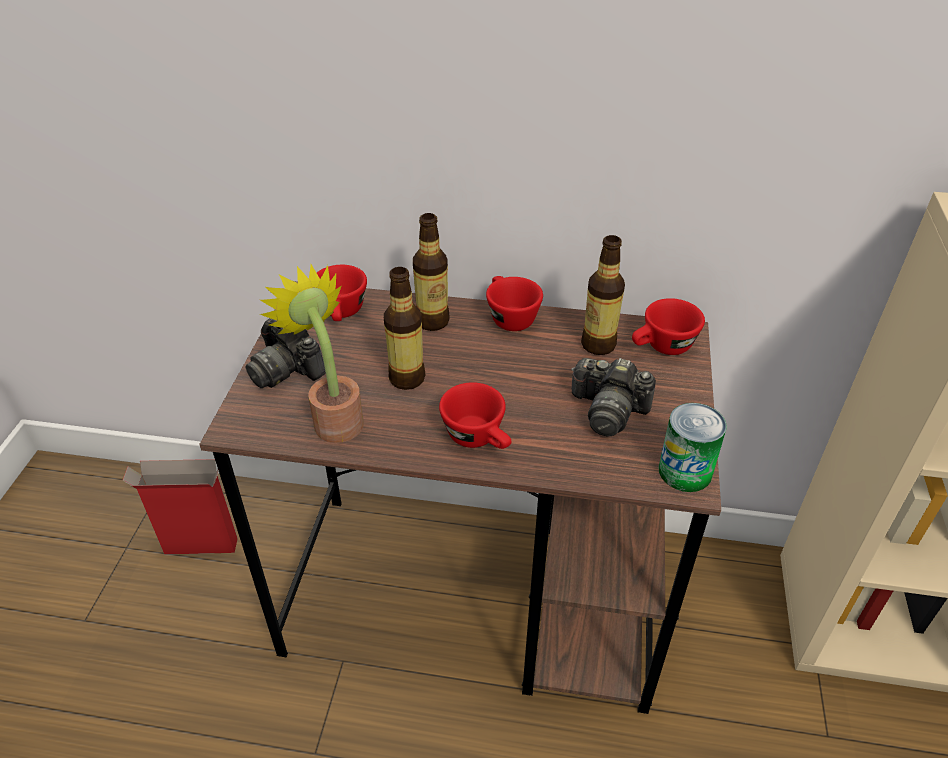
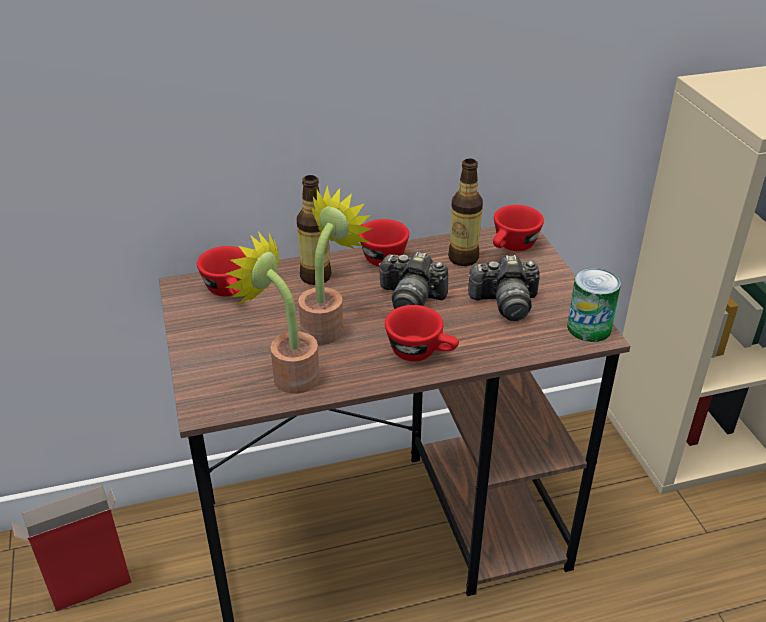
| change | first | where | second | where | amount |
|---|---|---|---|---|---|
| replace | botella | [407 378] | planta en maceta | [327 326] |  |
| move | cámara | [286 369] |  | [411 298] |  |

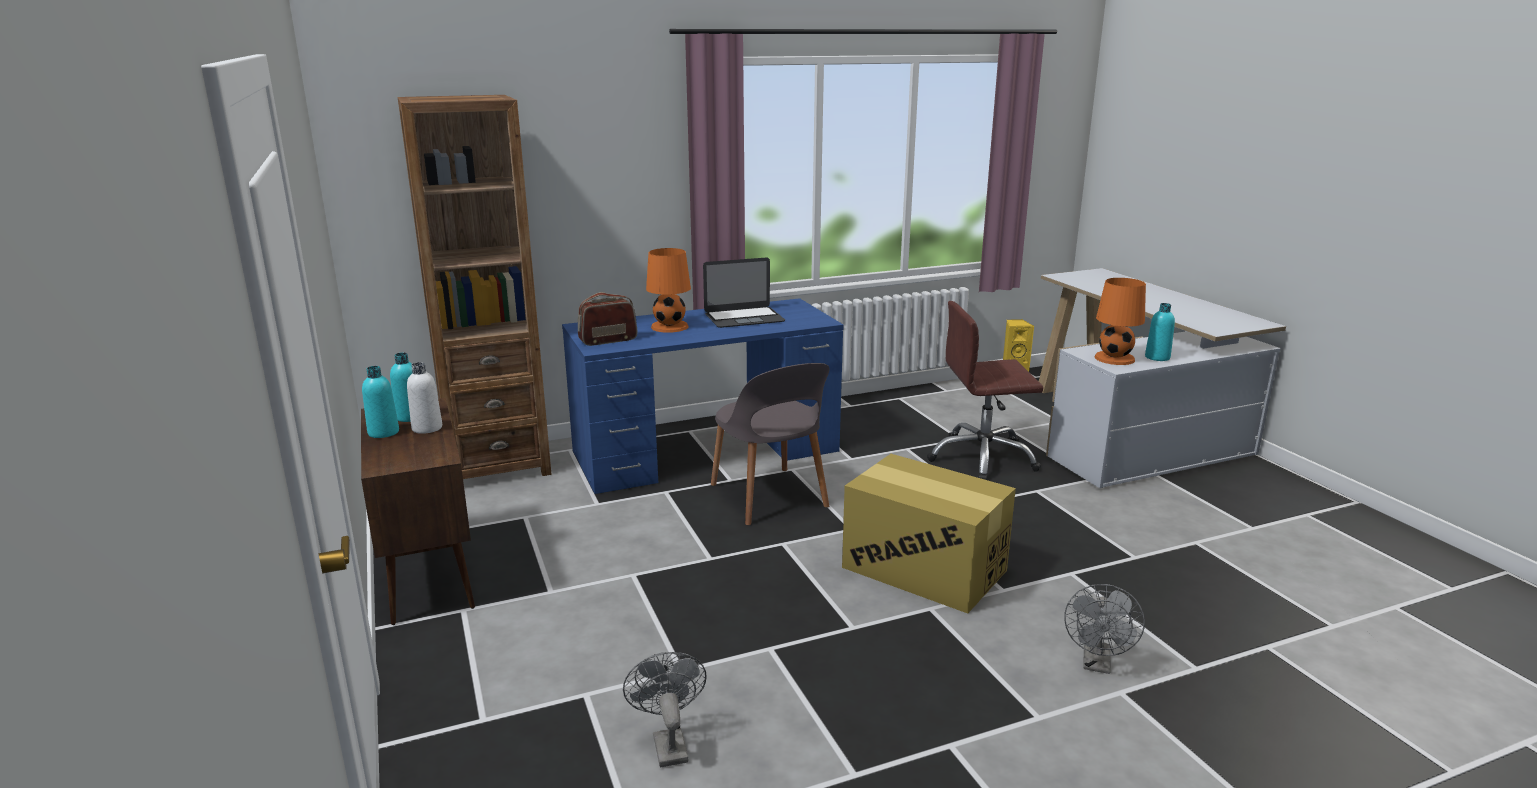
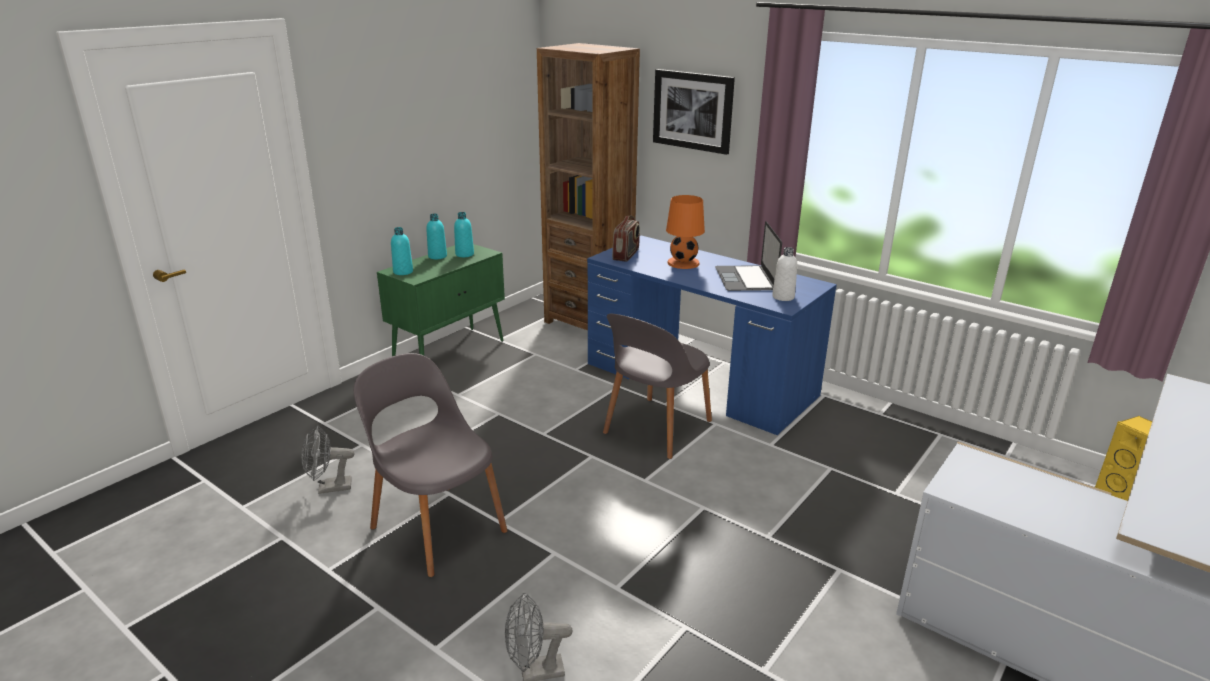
| change | first | where | second | where | amount |
|---|---|---|---|---|---|
| rotate | ventilador/gris | [668 743] |  | [329 488] | 150 degrees counterclockwise |
| insert |  |  | silla/gris | [437 527] |  |
| recolor | armario/marrón | [427 571] | armario/verde | [450 352] |  |
| move | botella/turquesa | [1157 357] |  | [403 272] |  |
| rotate | radio | [608 340] |  | [626 255] | 75 degrees clockwise |
| insert |  |  | cuadro | [693 111] |  |
| rotate | portátil | [744 317] |  | [745 278] | 45 degrees clockwise |
| move | botella/blanco | [427 428] |  | [783 297] |  |
| delete | caja de cartón | [923 568] |  |  |  |
| delete | silla de oficina/marrón | [982 458] |  |  |  |
| delete | lámpara de mesa/naranja | [1115 358] |  |  |  |

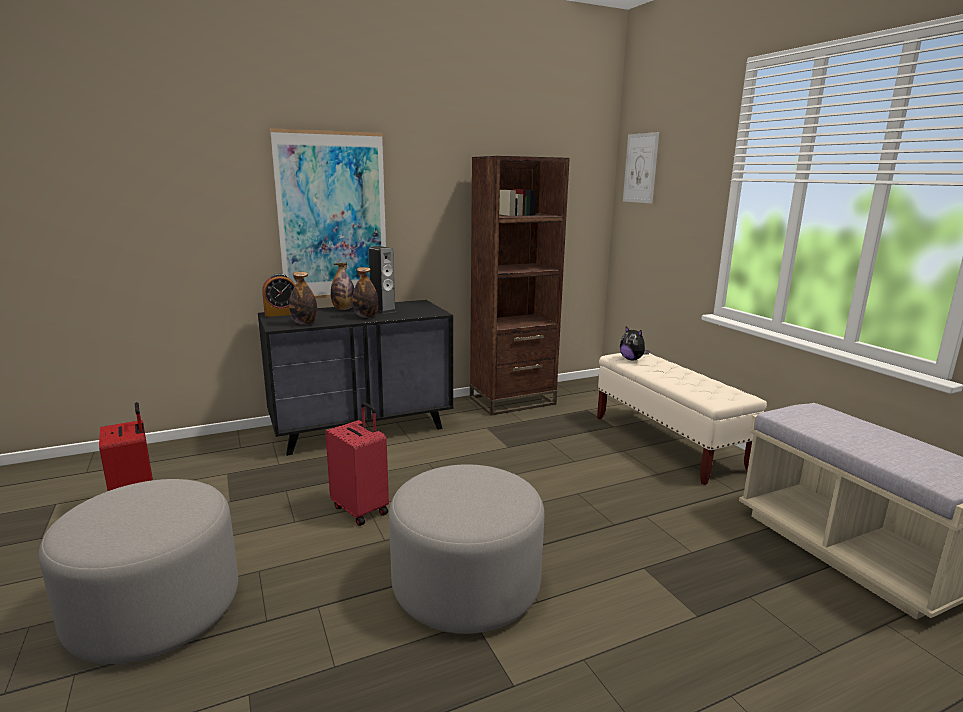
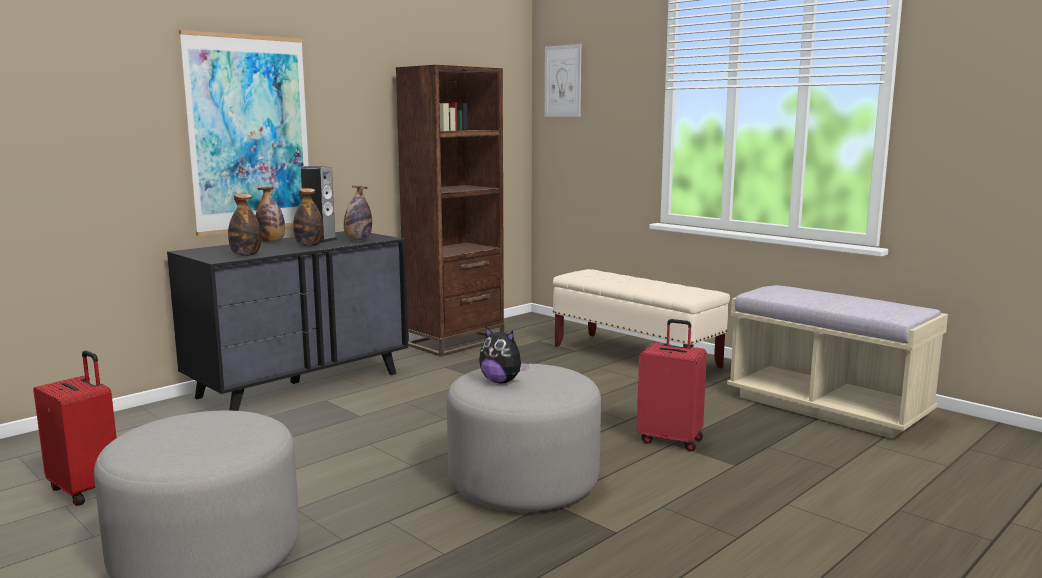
| change | first | where | second | where | amount |
|---|---|---|---|---|---|
| insert |  |  | botella | [358 240] |  |
| move | peluche | [632 359] |  | [501 381] |  |
| move | maleta/rojo | [361 509] |  | [671 440] |  |
| delete | despertador | [282 314] |  |  |  |

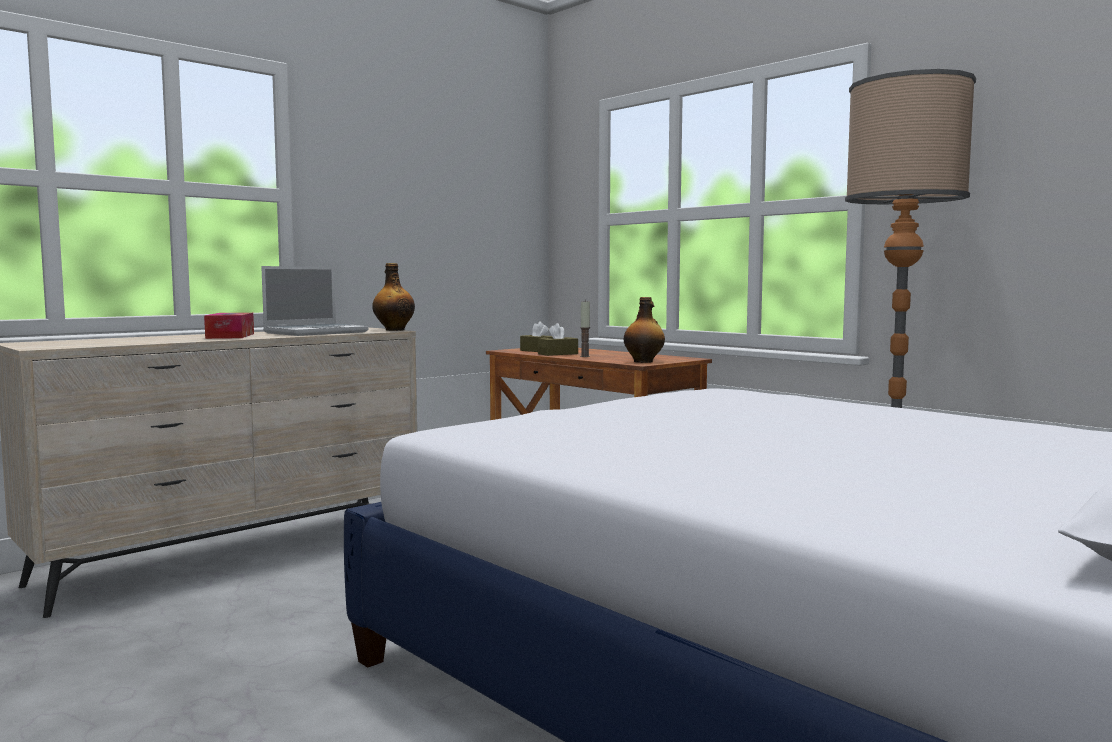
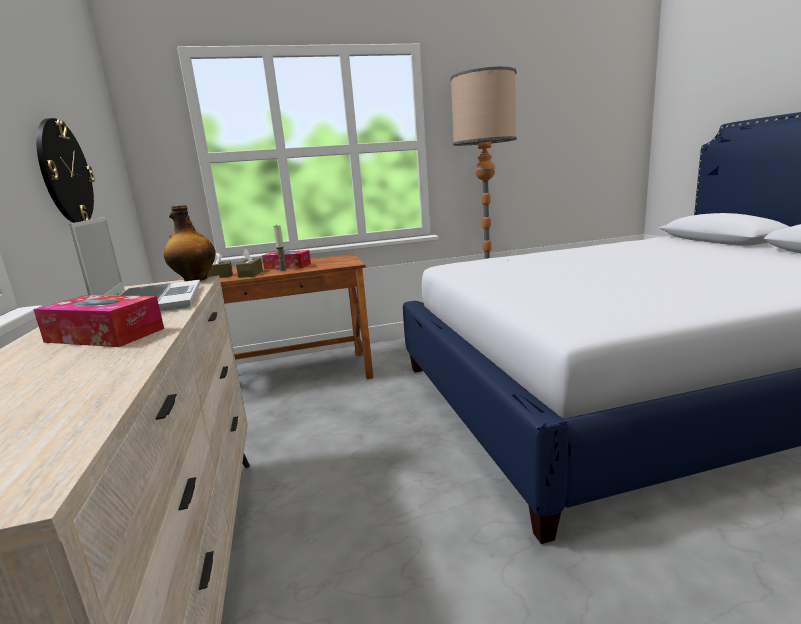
| change | first | where | second | where | amount |
|---|---|---|---|---|---|
| insert |  |  | reloj de pared | [65 172] |  |
| insert |  |  | caja de pañuelos | [287 266] |  |
| delete | botella | [644 361] |  |  |  |

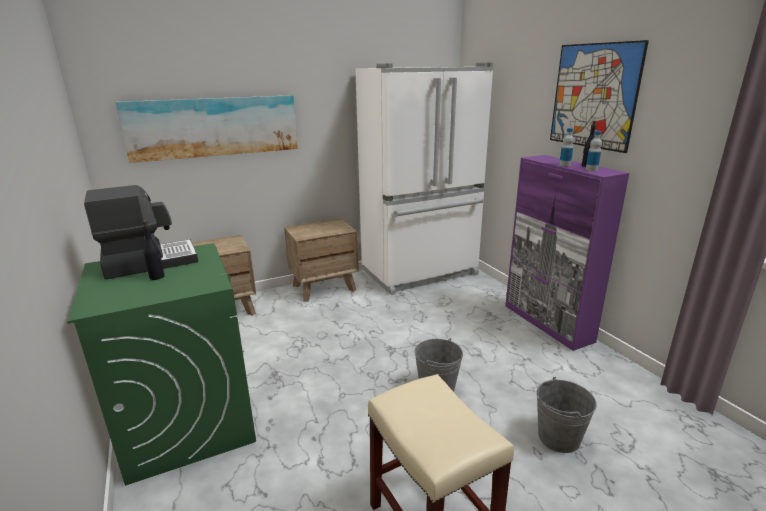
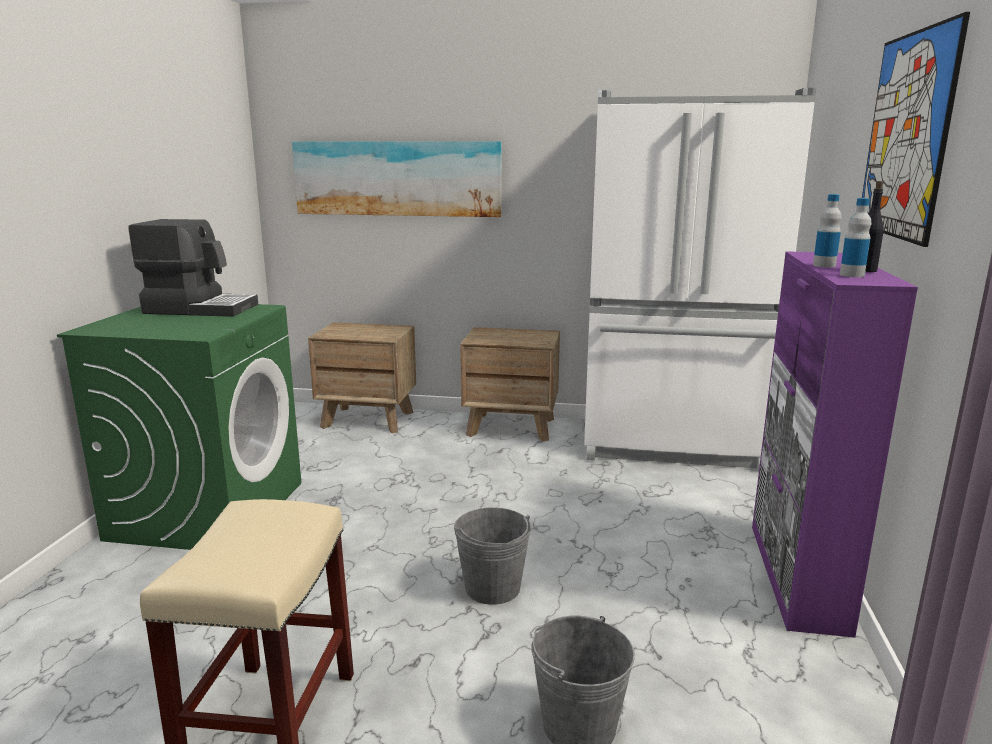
| change | first | where | second | where | amount |
|---|---|---|---|---|---|
| delete | botella/negro | [157 277] |  |  |  |

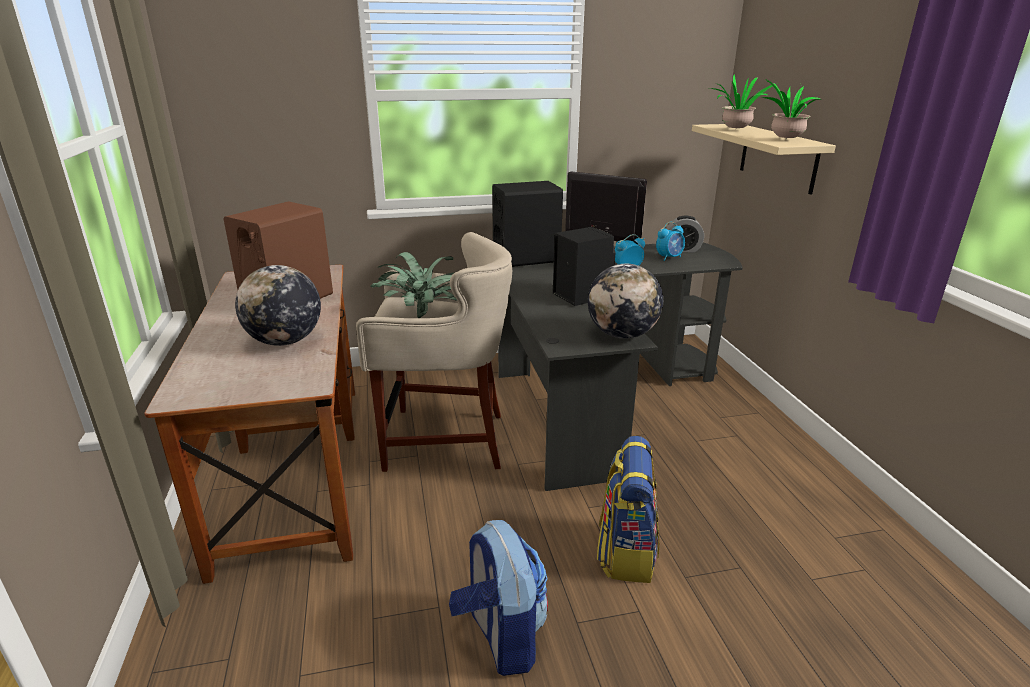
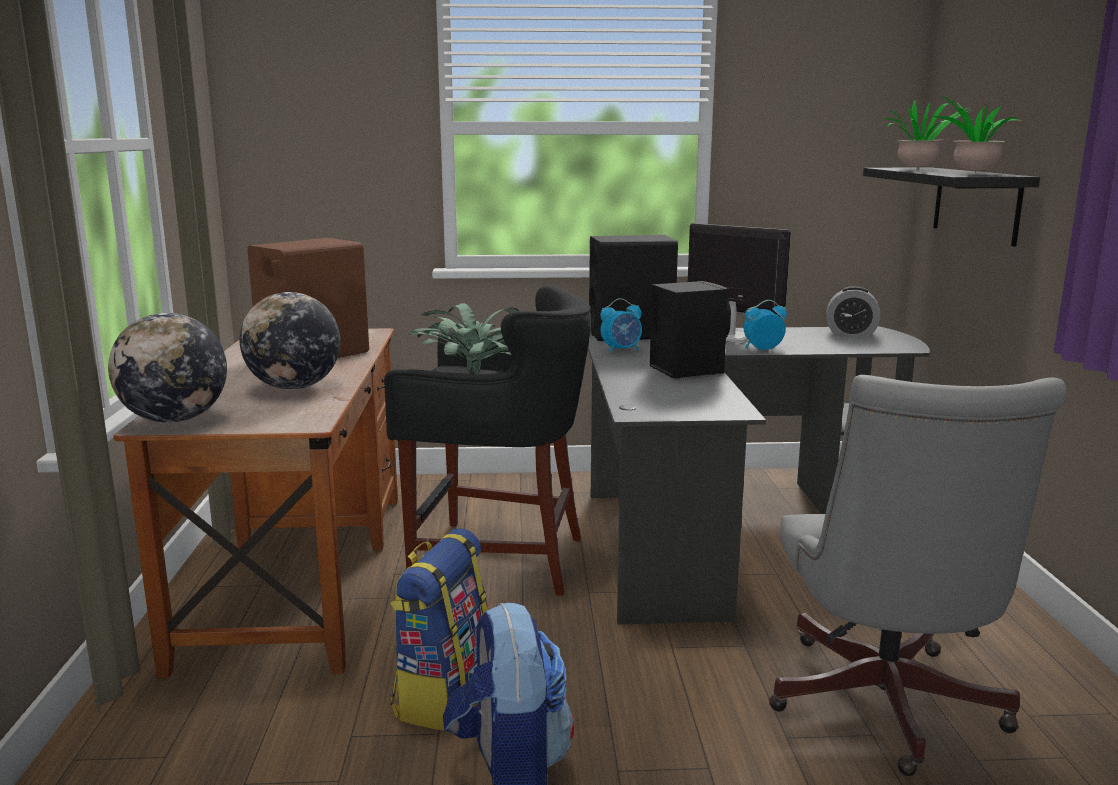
| change | first | where | second | where | amount |
|---|---|---|---|---|---|
| move | globo terráqueo | [622 335] |  | [175 420] |  |
| recolor | taburete/beis | [443 439] | taburete/negro | [497 558] |  |
| move | mochila | [625 551] |  | [443 694] |  |
| move | despertador | [669 258] |  | [621 350] |  |
| insert |  |  | silla de oficina/gris | [884 709] |  |
| recolor | estante/beis | [778 157] | estante/negro | [976 204] |  |

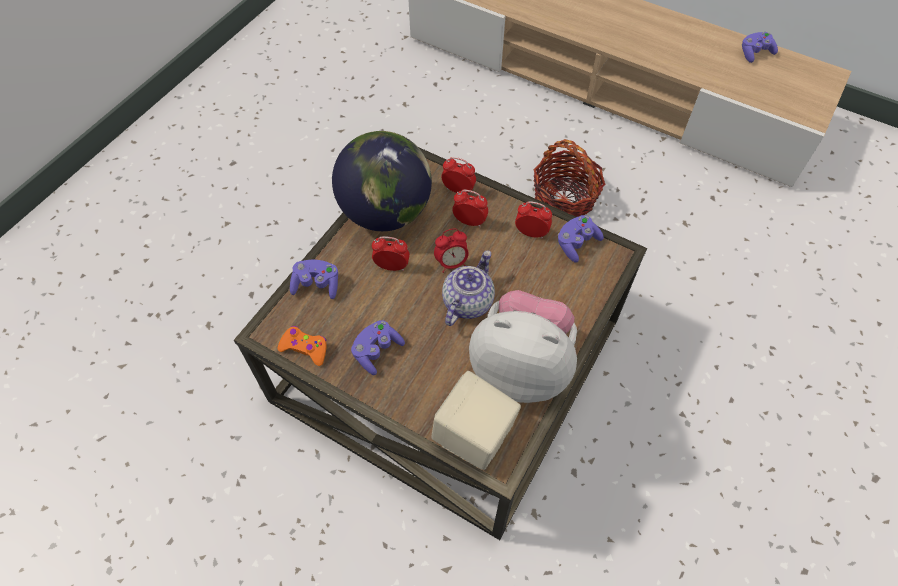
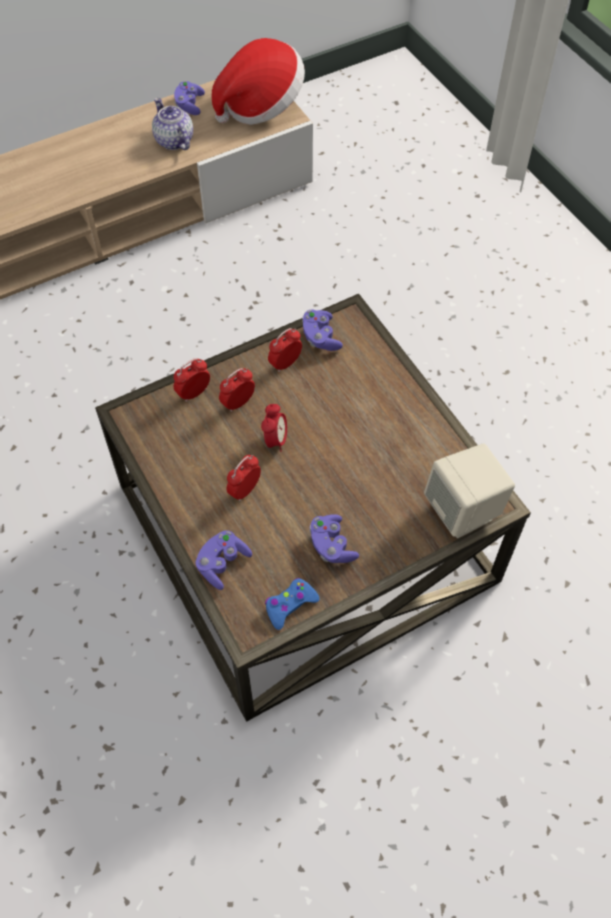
| change | first | where | second | where | amount |
|---|---|---|---|---|---|
| move | tetera | [467 302] |  | [173 141] |  |
| insert |  |  | sombrero | [260 105] |  |
| recolor | mando de consola/naranja | [305 348] | mando de consola/azul | [290 605] |  |
| delete | globo terráqueo | [386 212] |  |  |  |
| delete | peluche | [521 367] |  |  |  |
| delete | cesta | [564 198] |  |  |  |

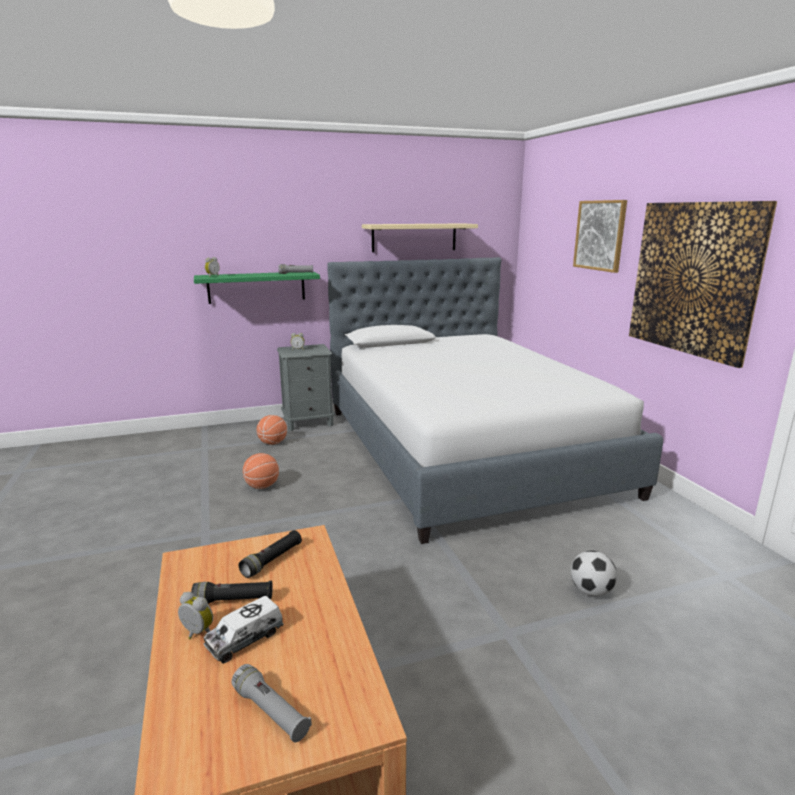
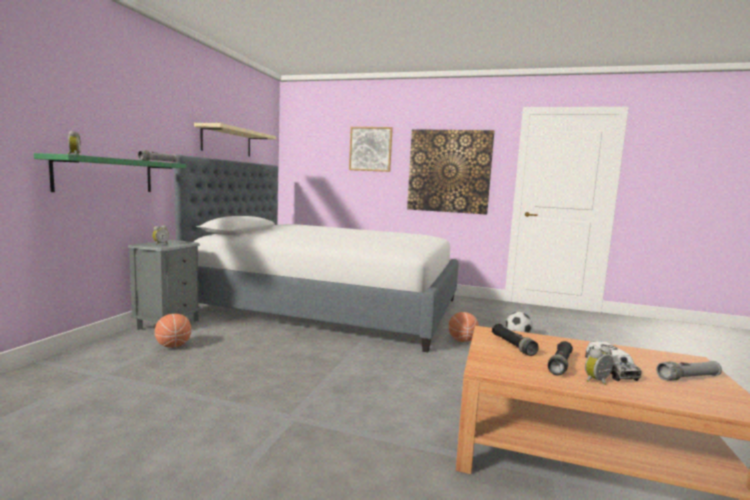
| change | first | where | second | where | amount |
|---|---|---|---|---|---|
| move | balón de baloncesto | [262 486] |  | [462 340] |  |

